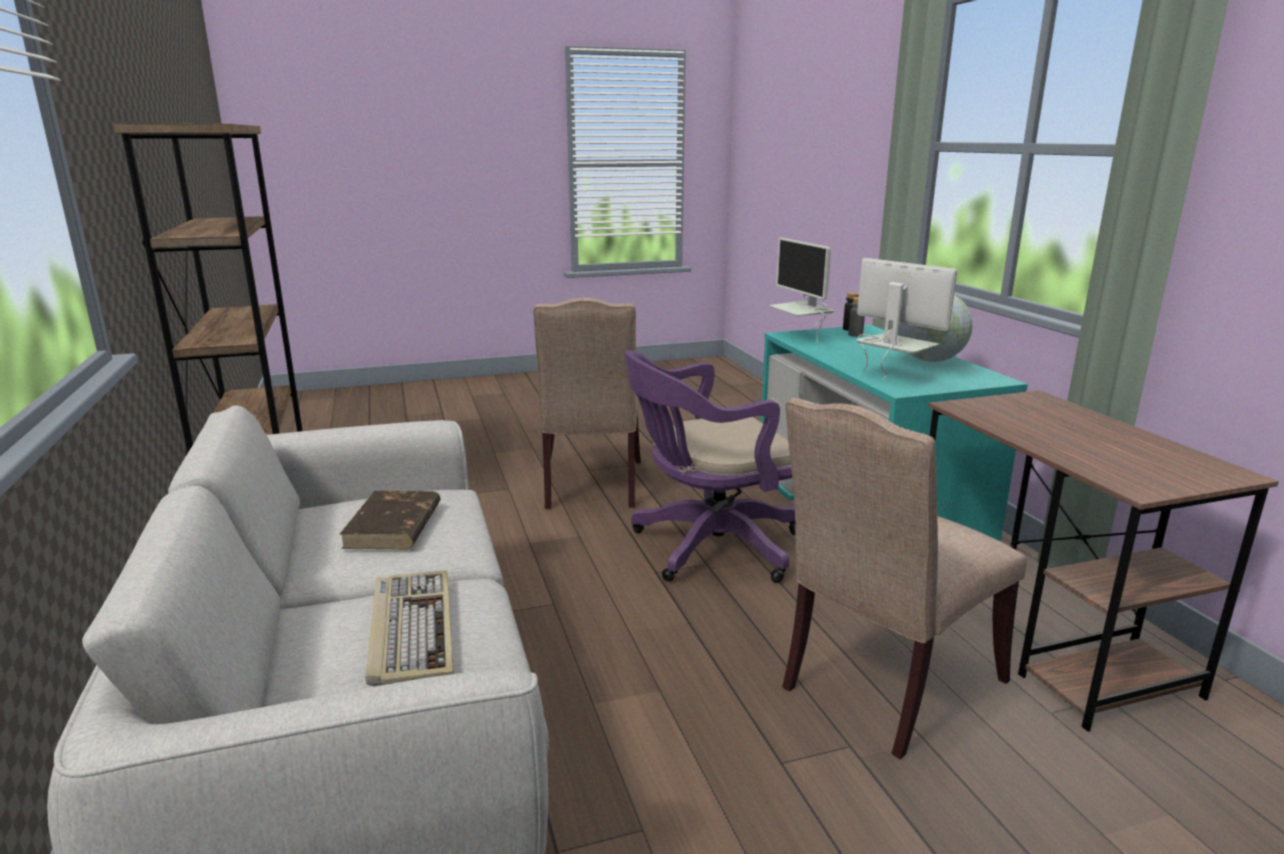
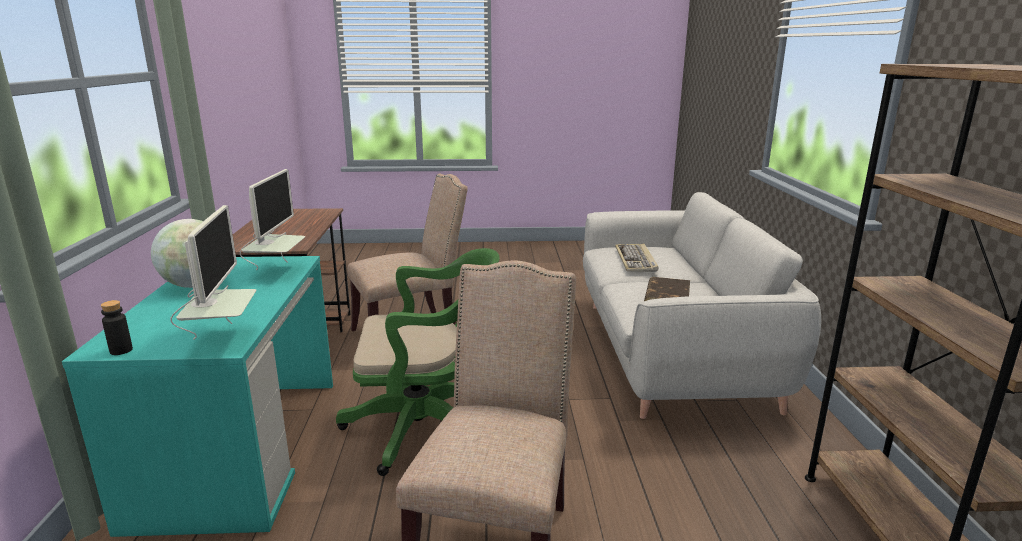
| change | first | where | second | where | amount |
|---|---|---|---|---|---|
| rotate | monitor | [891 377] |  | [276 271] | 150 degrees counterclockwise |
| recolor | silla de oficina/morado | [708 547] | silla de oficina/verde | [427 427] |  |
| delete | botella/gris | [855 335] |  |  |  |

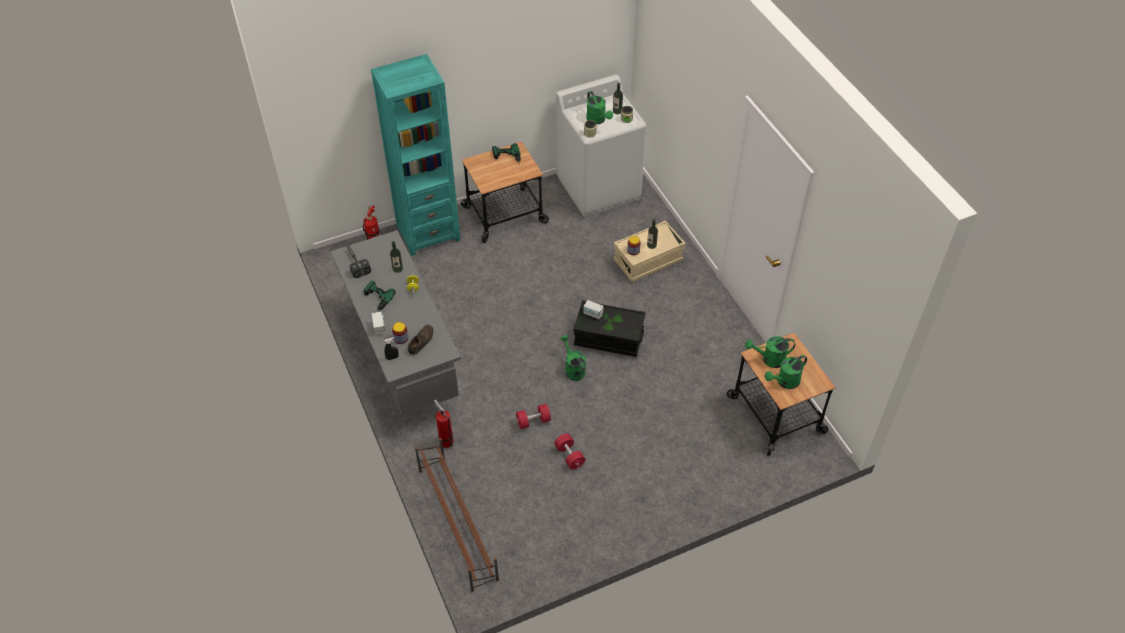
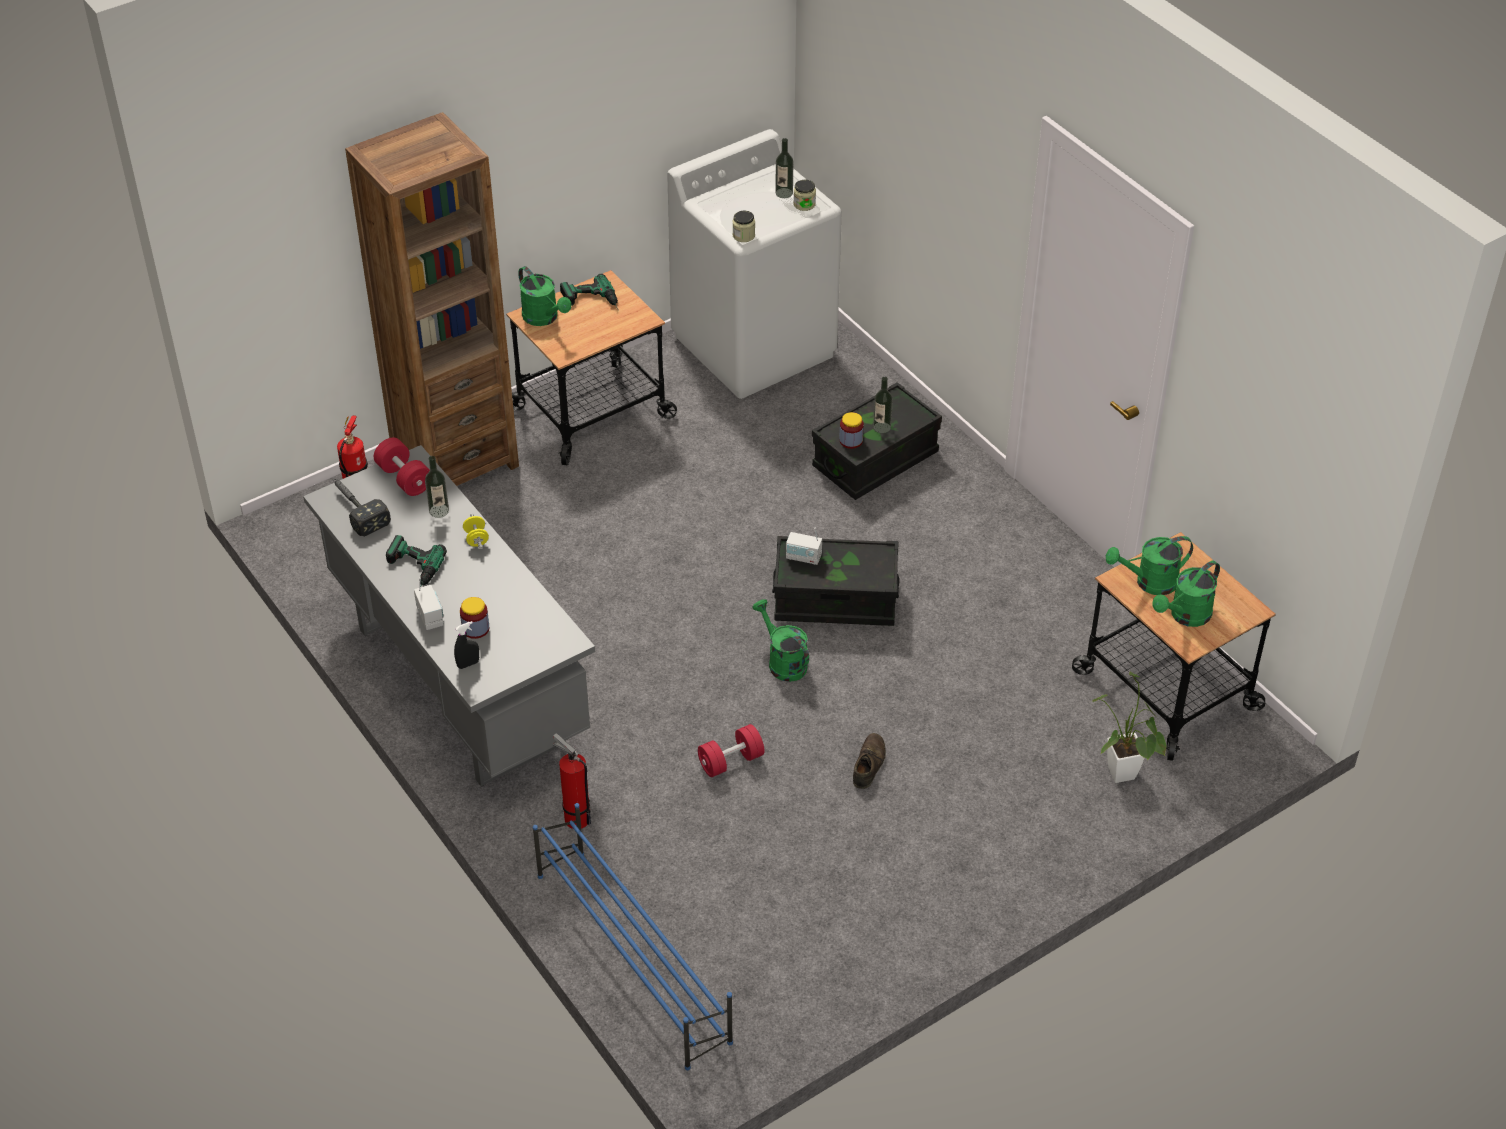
| change | first | where | second | where | amount |
|---|---|---|---|---|---|
| recolor | estantería/turquesa | [428 233] | estantería/marrón | [455 462] |  |
| move | mancuerna/rojo | [569 456] |  | [404 478] |  |
| move | regadera/verde | [598 120] |  | [544 318] |  |
| recolor | zapatero/marrón | [457 523] | zapatero/azul | [632 956] |  |
| recolor | caja de almacenaje/beis | [648 261] | caja de almacenaje/negro | [875 460] |  |
| move | zapato/marrón | [421 341] |  | [868 764] |  |
| insert |  |  | planta en maceta | [1123 779] |  |

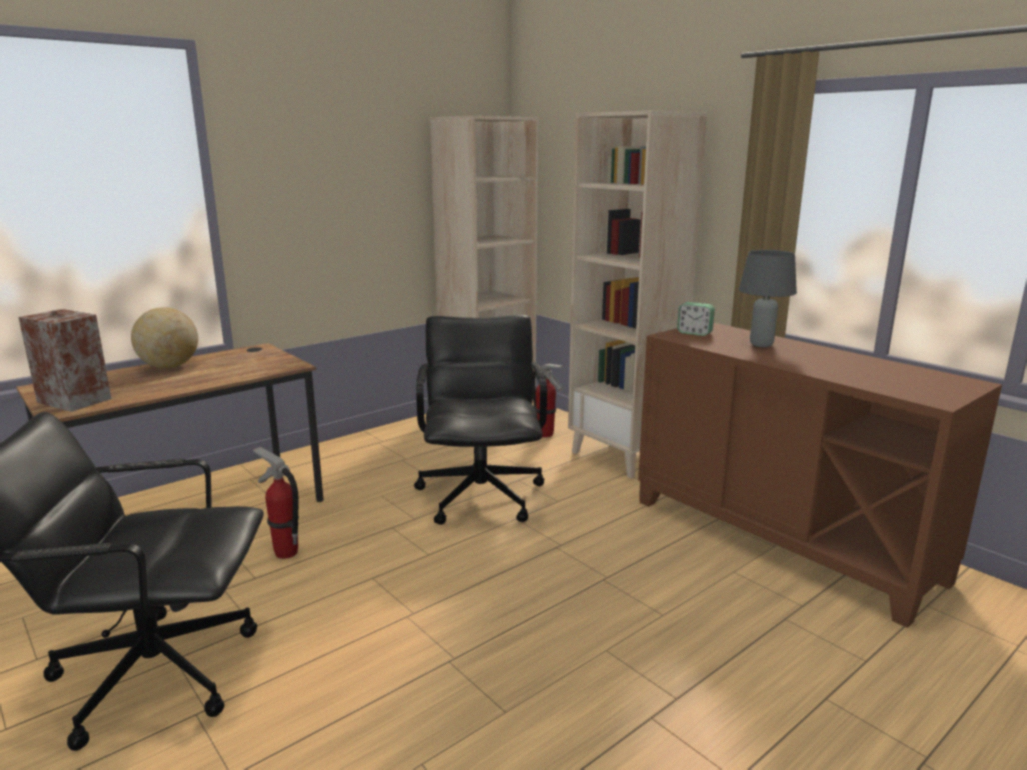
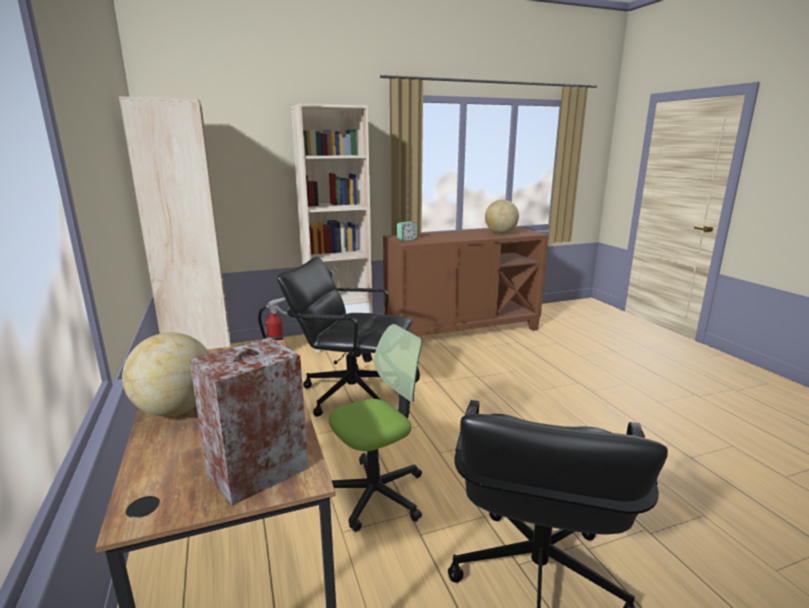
| change | first | where | second | where | amount |
|---|---|---|---|---|---|
| replace | extintor | [285 552] | silla de oficina | [376 494] |  |
| insert |  |  | globo terráqueo | [500 233] |  |
| delete | lámpara de mesa/gris | [761 345] |  |  |  |

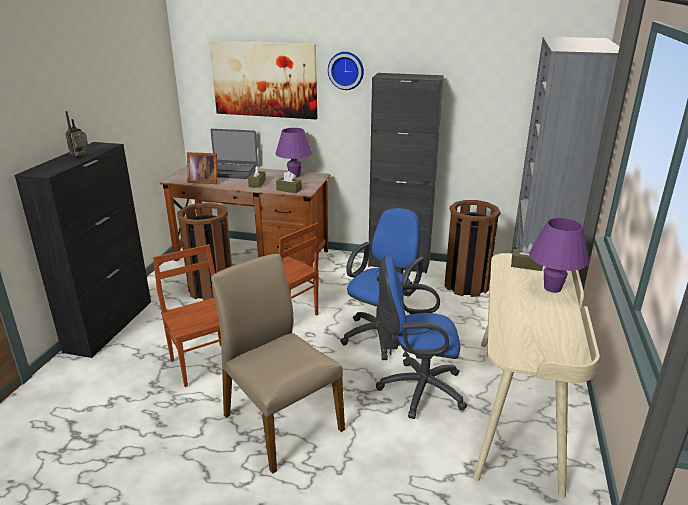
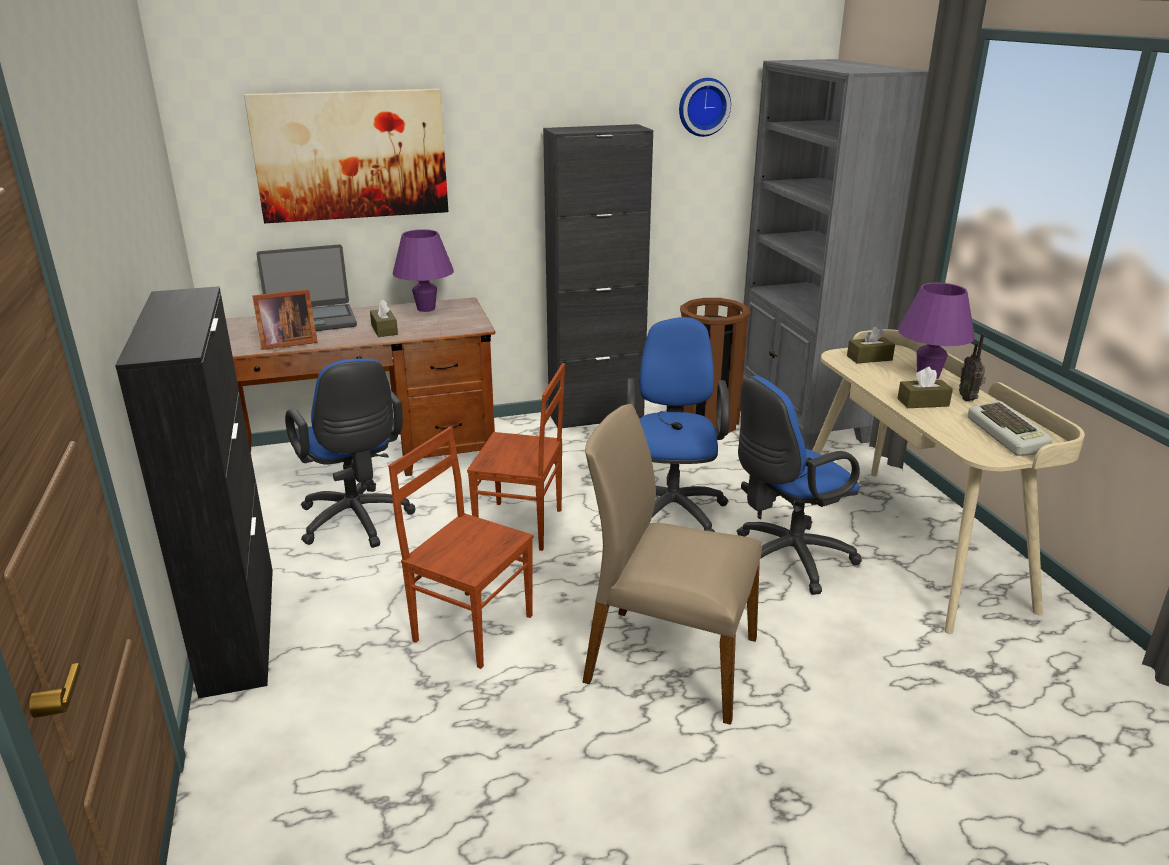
| change | first | where | second | where | amount |
|---|---|---|---|---|---|
| replace | papelera/marrón | [211 289] | silla de oficina/azul | [357 523] |  |
| move | reloj de pared | [346 70] |  | [703 106] |  |
| move | caja de pañuelos/marrón | [289 190] |  | [923 402] |  |
| move | radio | [81 157] |  | [968 399] |  |
| insert |  |  | teclado | [1009 435] |  |

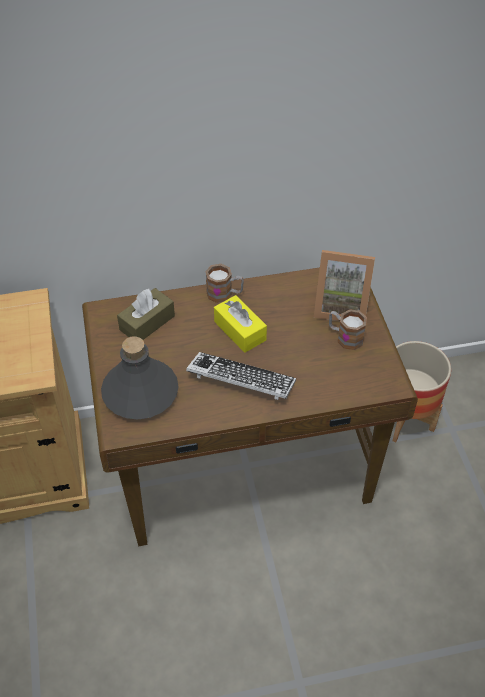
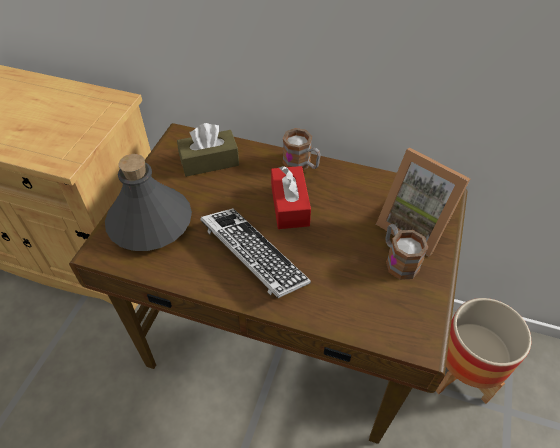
| change | first | where | second | where | amount |
|---|---|---|---|---|---|
| recolor | caja de pañuelos/amarillo | [240 331] | caja de pañuelos/rojo | [290 205] |  |

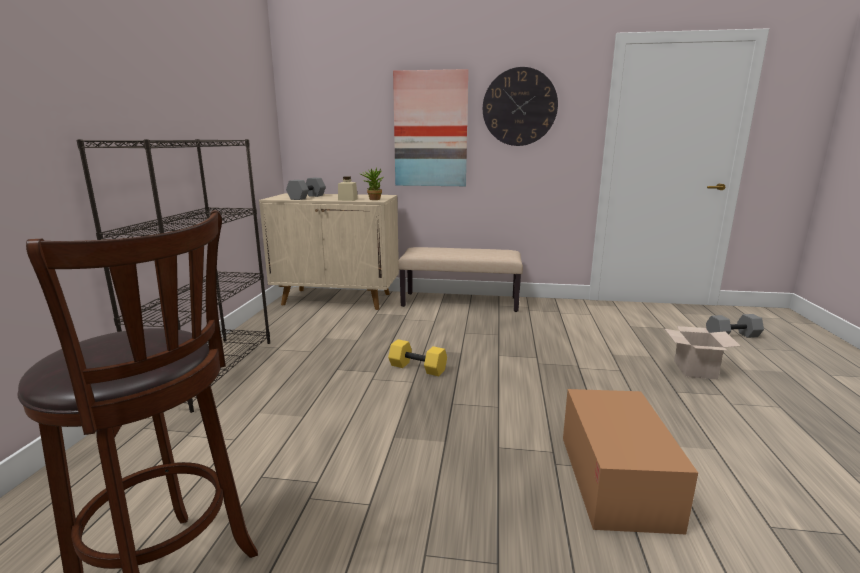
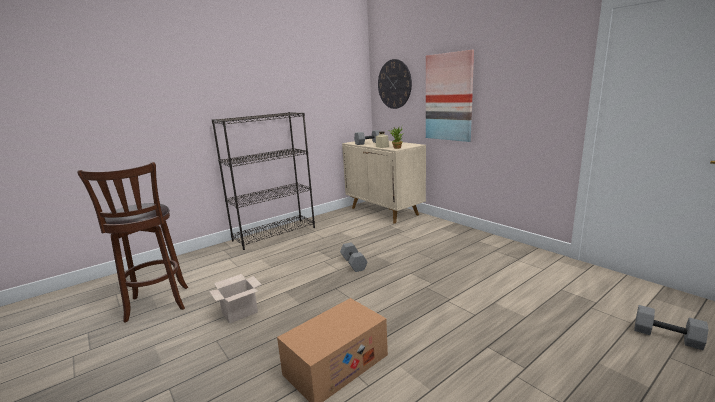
| change | first | where | second | where | amount |
|---|---|---|---|---|---|
| move | caja de cartón | [693 369] |  | [240 312] |  |
| recolor | mancuerna/amarillo | [416 368] | mancuerna/gris | [353 263] |  |
| move | reloj de pared | [519 107] |  | [394 84] |  |
| delete | banco/beis | [460 302] |  |  |  |

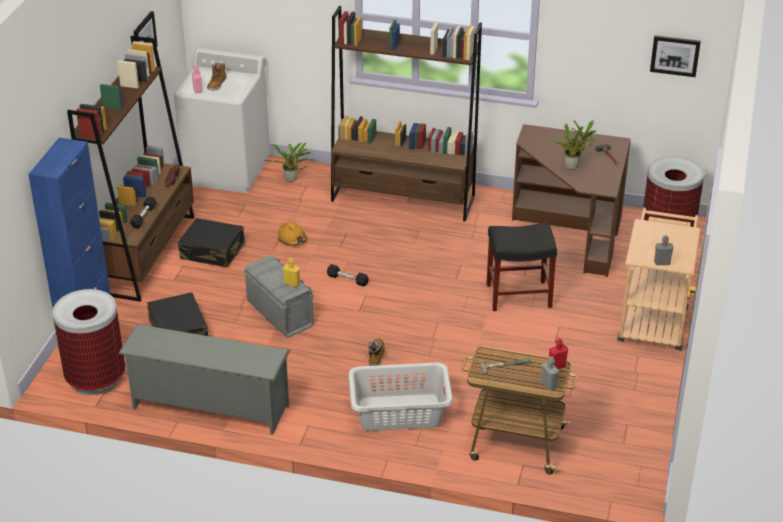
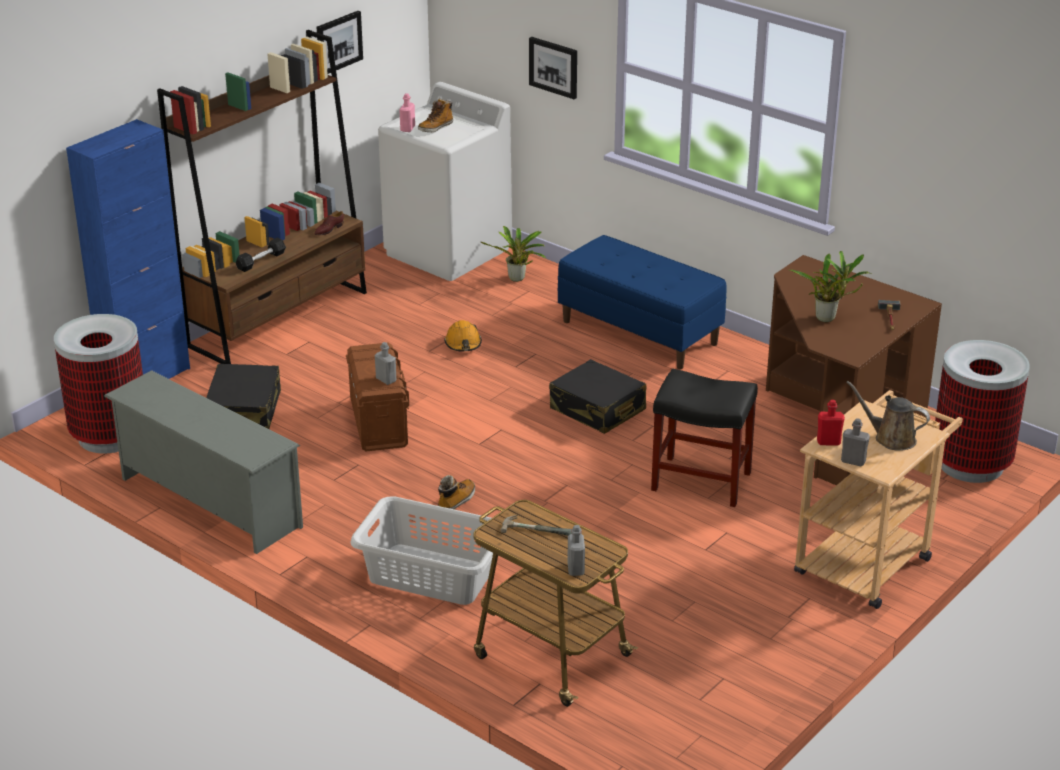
| change | first | where | second | where | amount |
|---|---|---|---|---|---|
| recolor | caja de almacenaje/gris | [280 313] | caja de almacenaje/marrón | [379 422] |  |
| recolor | botella/amarillo | [292 283] | botella/gris | [386 380] |  |
| move | cuadro | [675 55] |  | [554 67] |  |
| move | maleta/negro | [213 251] |  | [597 410] |  |
| replace | estantería/marrón | [403 199] | banco/azul | [640 332] |  |
| move | botella/rojo | [557 366] |  | [828 442] |  |
| insert |  |  | regadera/marrón | [891 438] |  |
| delete | mancuerna/negro | [347 279] |  |  |  |

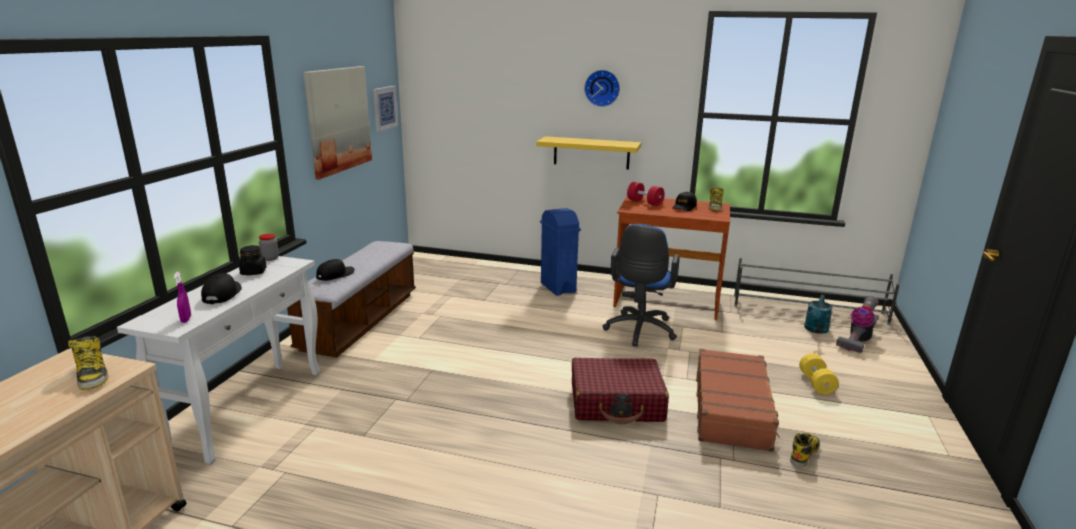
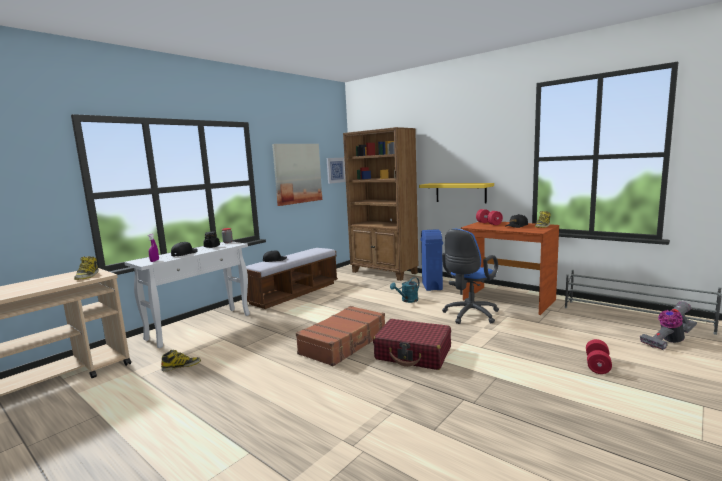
| change | first | where | second | where | amount |
|---|---|---|---|---|---|
| move | bota | [804 453] |  | [181 366] |  |
| move | maleta/marrón | [732 409] |  | [344 343] |  |
| insert |  |  | estantería/marrón | [384 273] |  |
| move | regadera/turquesa | [815 330] |  | [407 300] |  |
| recolor | mancuerna/amarillo | [816 383] | mancuerna/rojo | [597 365] |  |
| delete | reloj de pared | [602 88] |  |  |  |

